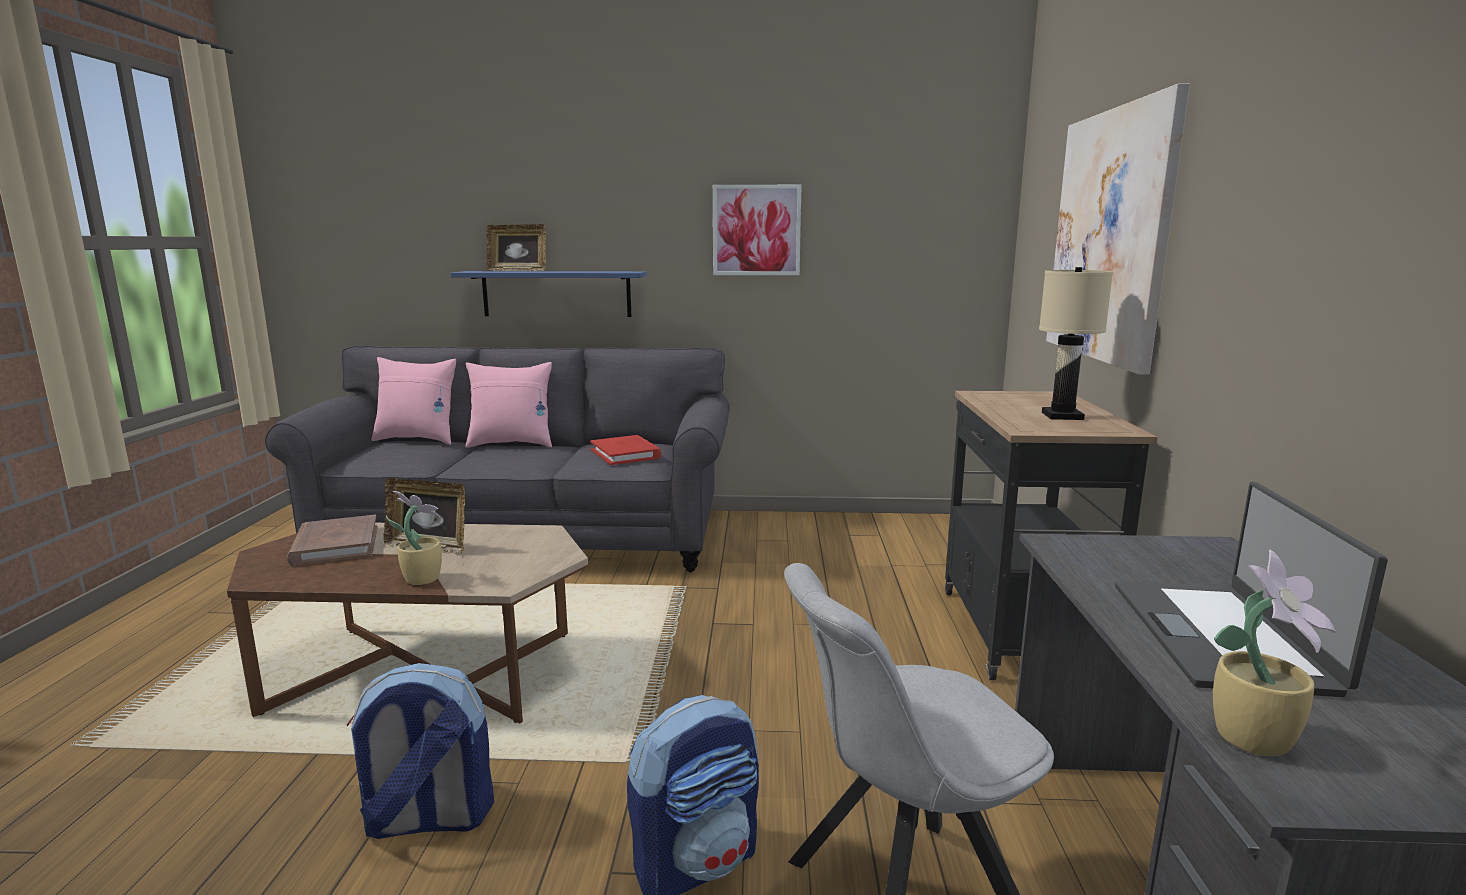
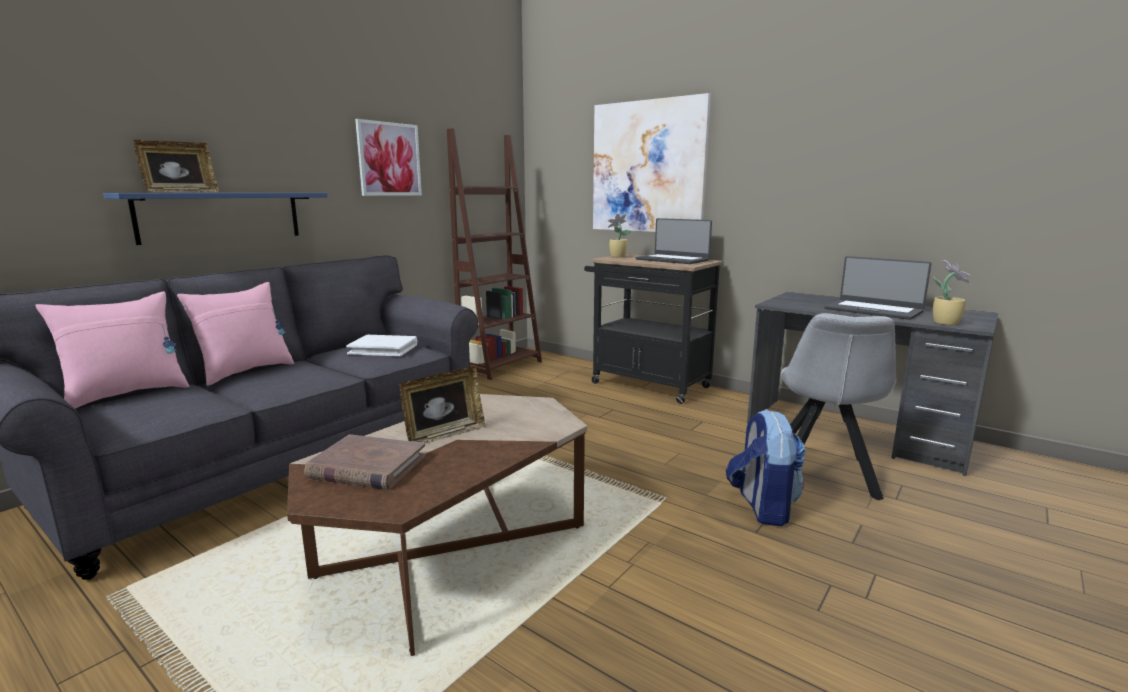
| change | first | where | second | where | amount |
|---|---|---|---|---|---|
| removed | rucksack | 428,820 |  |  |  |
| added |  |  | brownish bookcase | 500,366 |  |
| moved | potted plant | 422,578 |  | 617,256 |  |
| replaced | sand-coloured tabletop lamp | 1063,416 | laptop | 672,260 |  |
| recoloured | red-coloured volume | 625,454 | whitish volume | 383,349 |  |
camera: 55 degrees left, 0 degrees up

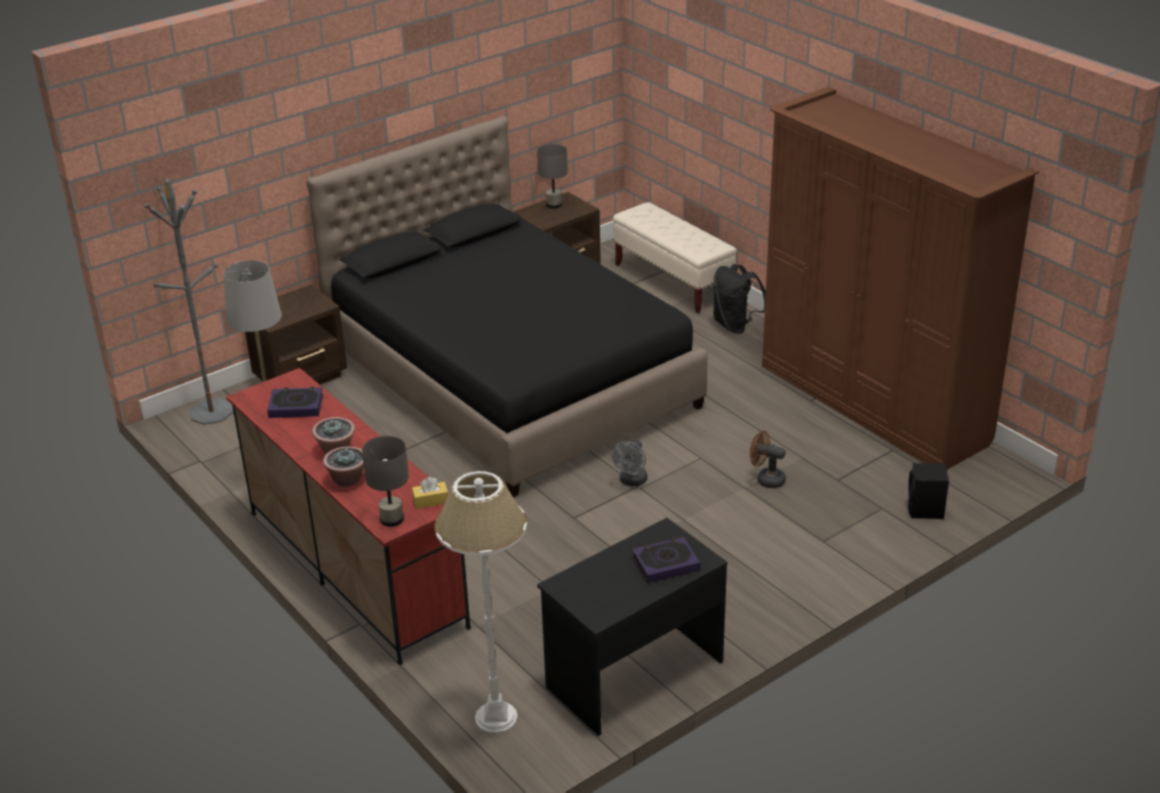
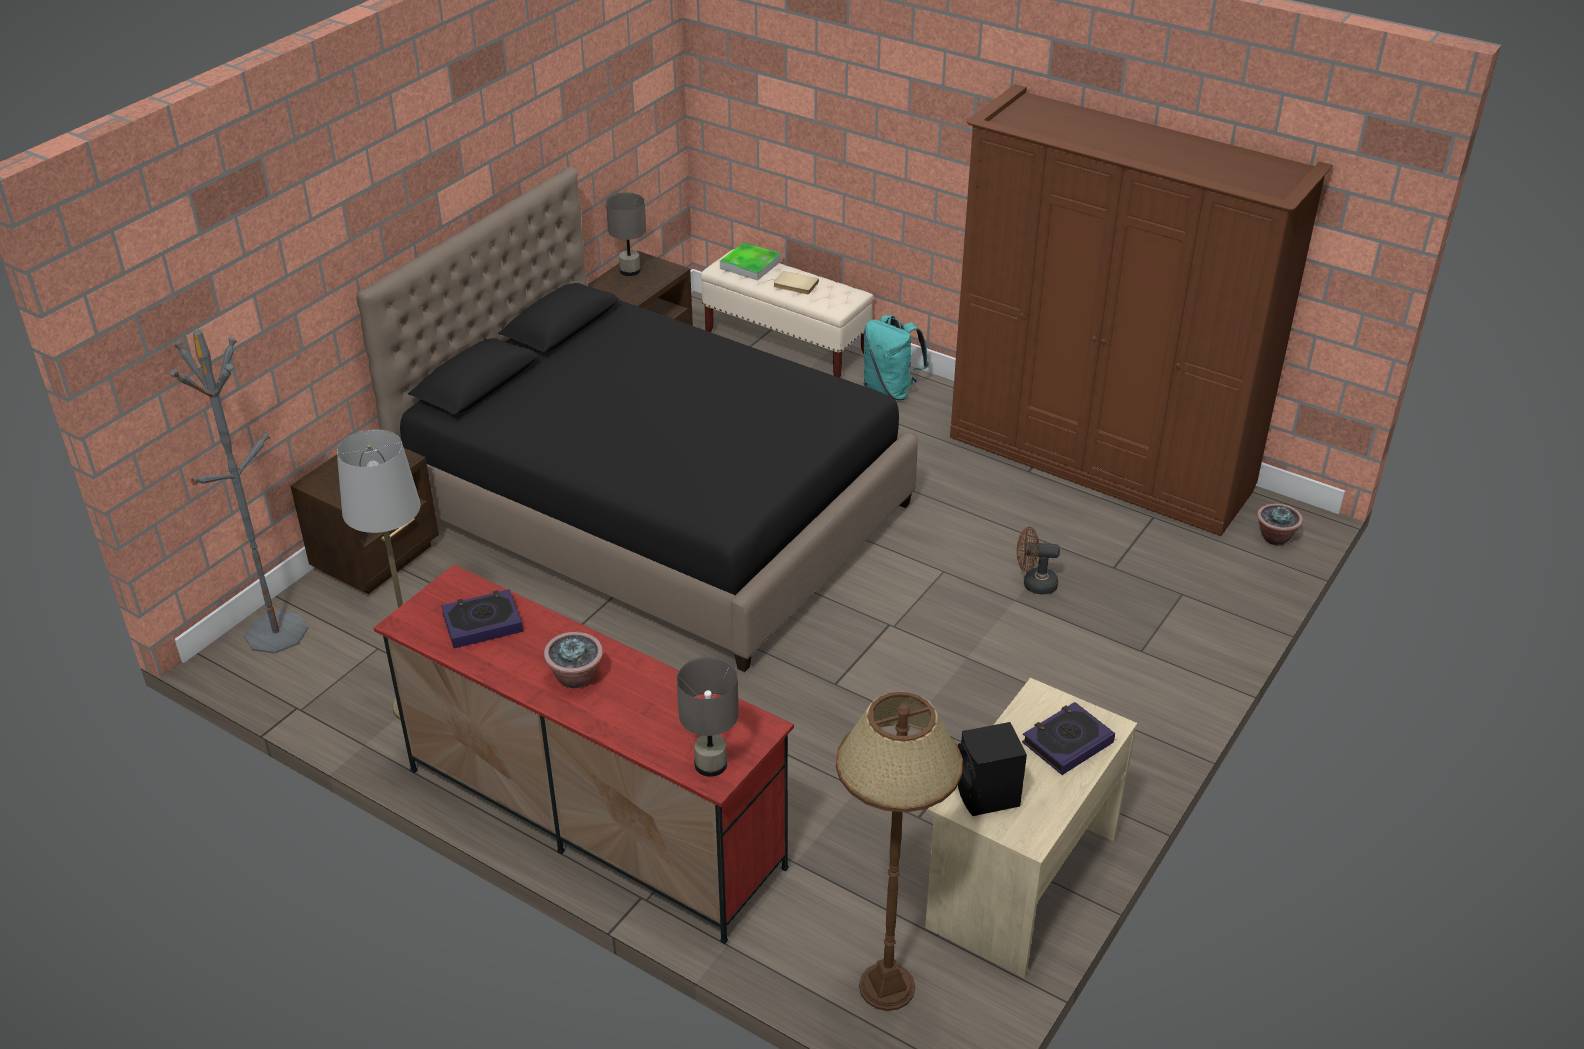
| change | first | where | second | where | amount |
|---|---|---|---|---|---|
| removed | yellow-coloured box of tissues | 430,501 |  |  |  |
| removed | greyish fan | 631,481 |  |  |  |
| added |  |  | serving tray | 750,265 |  |
| added |  |  | sand-coloured volume | 795,285 |  |
| moved | potted plant | 347,480 |  | 1274,538 |  |
| moved | black-coloured speaker | 925,511 |  | 988,797 |  |
| recoloured | whitish standard lamp | 496,718 | brownish standard lamp | 886,987 |  |
| recoloured | black-coloured desk | 633,673 | sand-coloured desk | 1019,881 |  |
| recoloured | black-coloured rucksack | 735,326 | turquoise rucksack | 891,390 |  |
camera: 20 degrees left, 5 degrees up

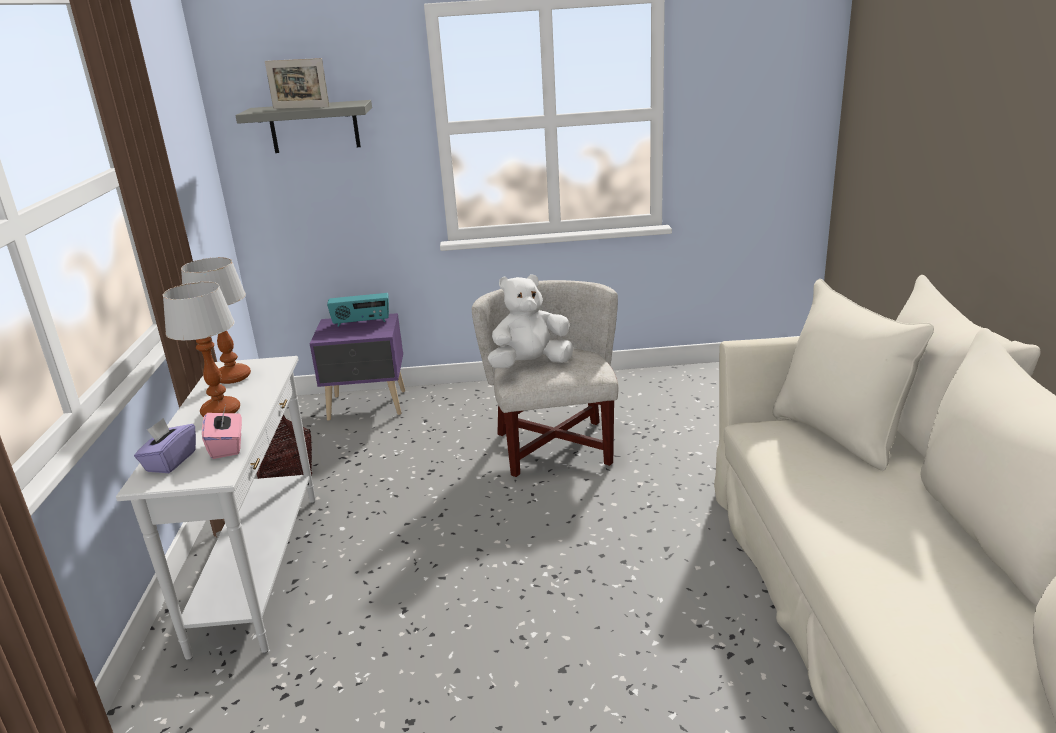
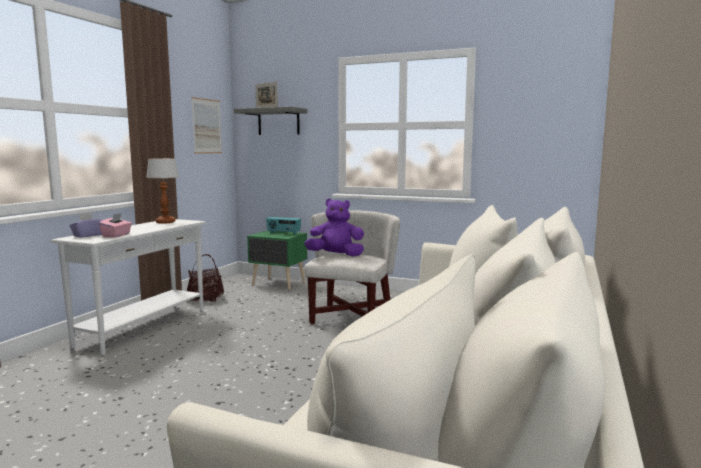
| change | first | where | second | where | amount |
|---|---|---|---|---|---|
| removed | tabletop lamp | 220,412 |  |  |  |
| added |  |  | wall picture | 207,126 |  |
| recoloured | purplish nightstand | 368,406 | greenish nightstand | 279,284 |  |
| recoloured | whitish plush toy | 530,365 | purplish plush toy | 336,255 |  |
camera: 25 degrees right, 15 degrees down

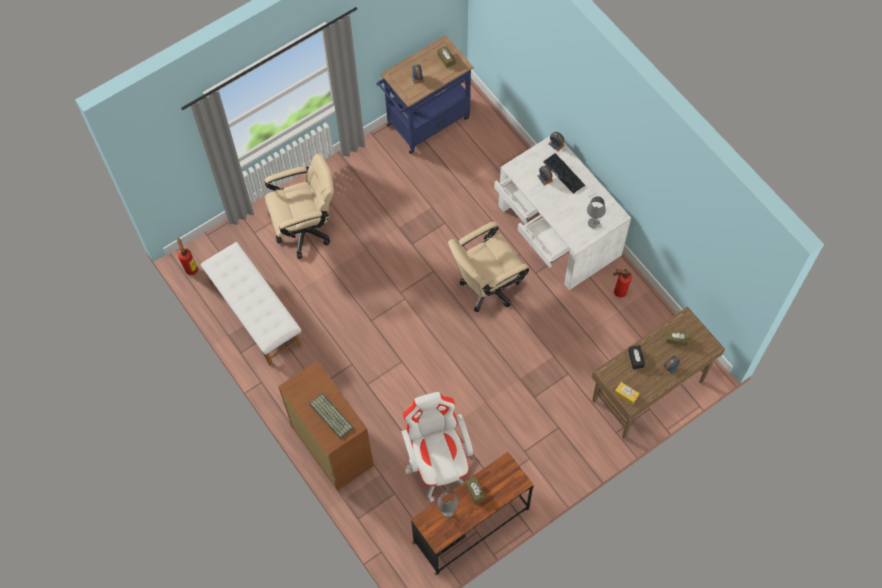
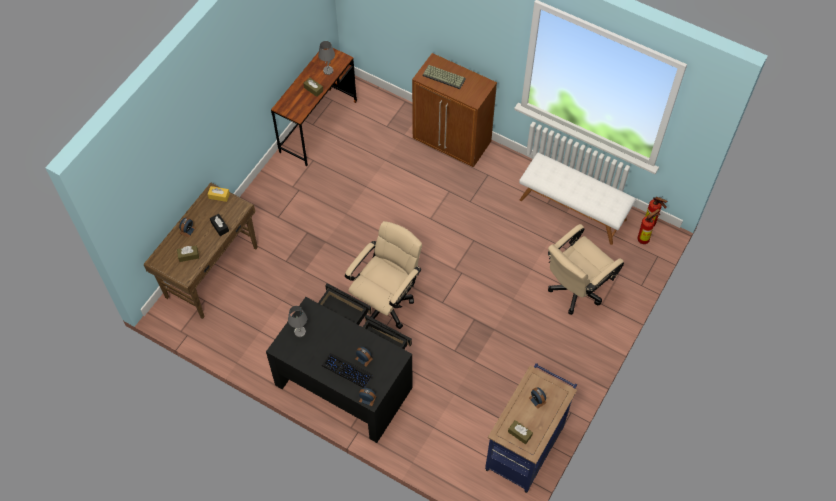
| change | first | where | second | where | amount |
|---|---|---|---|---|---|
| removed | whitish desk chair | 438,464 |  |  |  |
| moved | extinguisher | 618,292 |  | 645,239 |  |
| recoloured | whitish desk | 554,235 | black-coloured desk | 346,380 |  |
camera: 155 degrees right, 5 degrees down

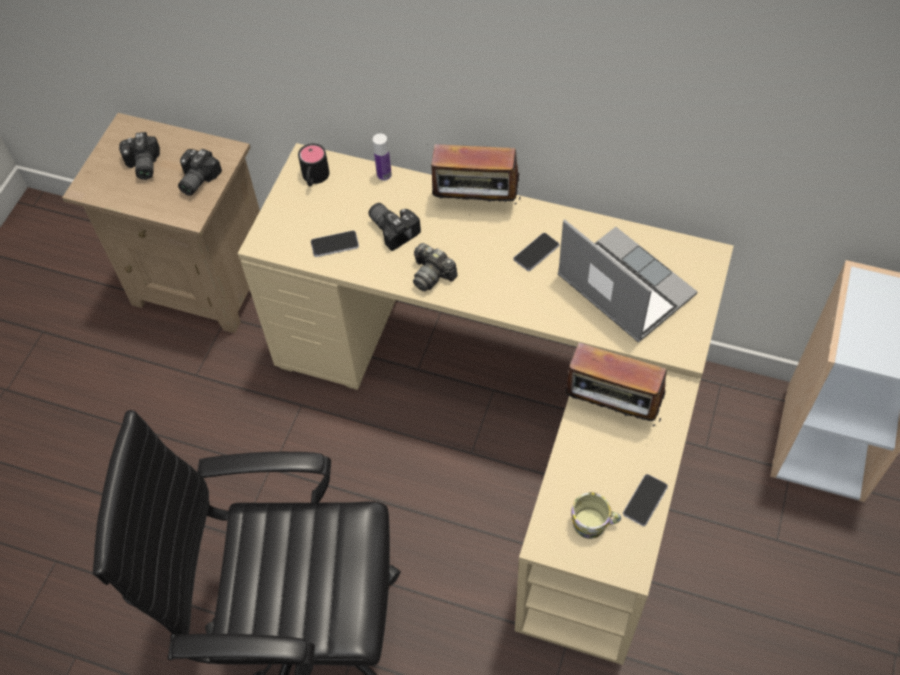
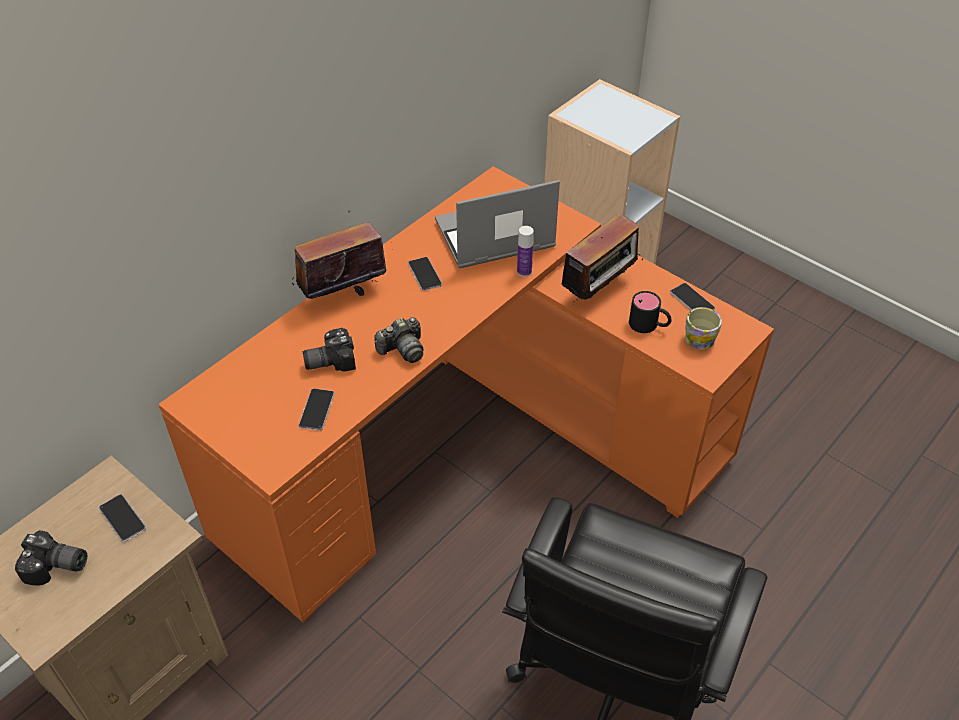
| change | first | where | second | where | amount |
|---|---|---|---|---|---|
| moved | black-coloured mug | 314,178 |  | 649,325 |  |
| moved | bottle | 384,175 |  | 524,271 |  |
| replaced | still camera | 195,180 | phone | 122,518 |  |
| recoloured | sand-coloured desk | 512,415 | orange-coloured desk | 469,446 |  |
| turned | radio | 476,203 |  | 342,295 | 150 degrees counterclockwise |
camera: 70 degrees left, 10 degrees down

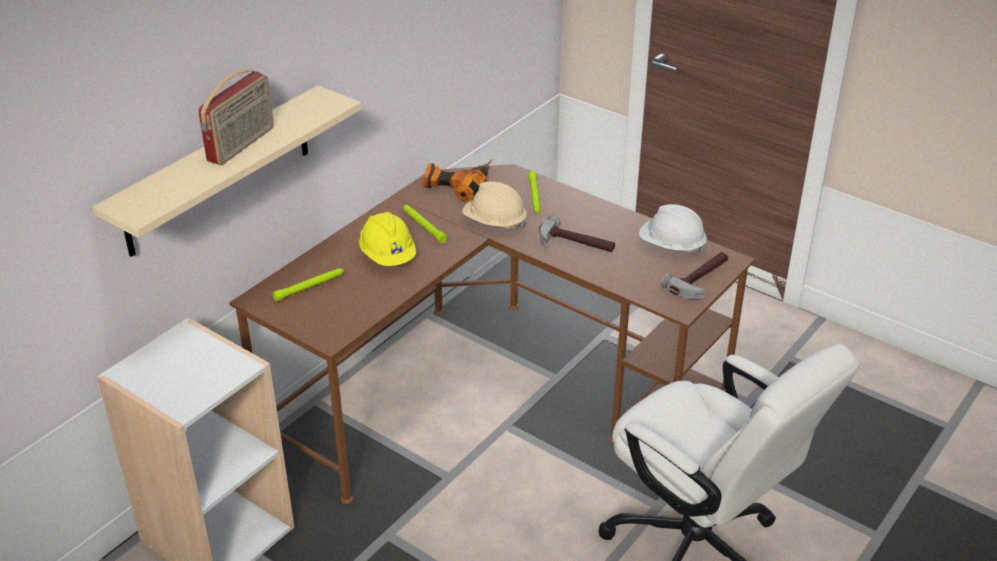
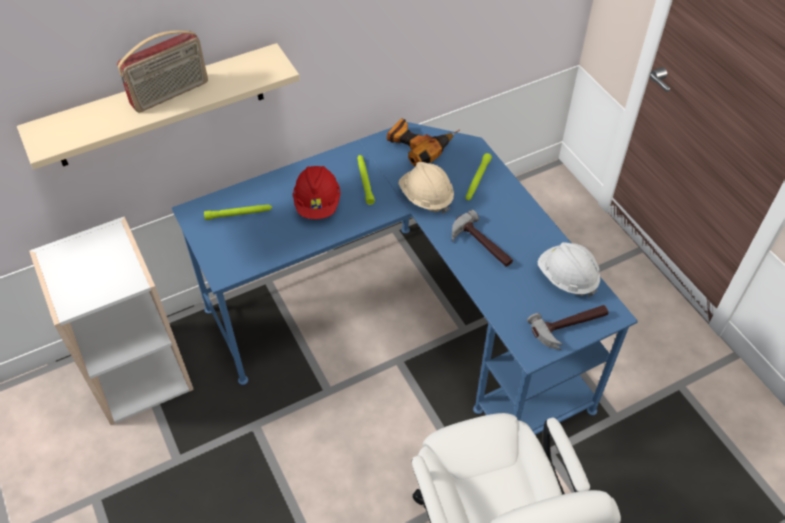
| change | first | where | second | where | amount |
|---|---|---|---|---|---|
| recoloured | brownish desk | 491,390 | blue desk | 405,321 |  |
| recoloured | yellow-coloured safety helmet | 388,256 | red-coloured safety helmet | 317,203 |  |
camera: 25 degrees right, 15 degrees up

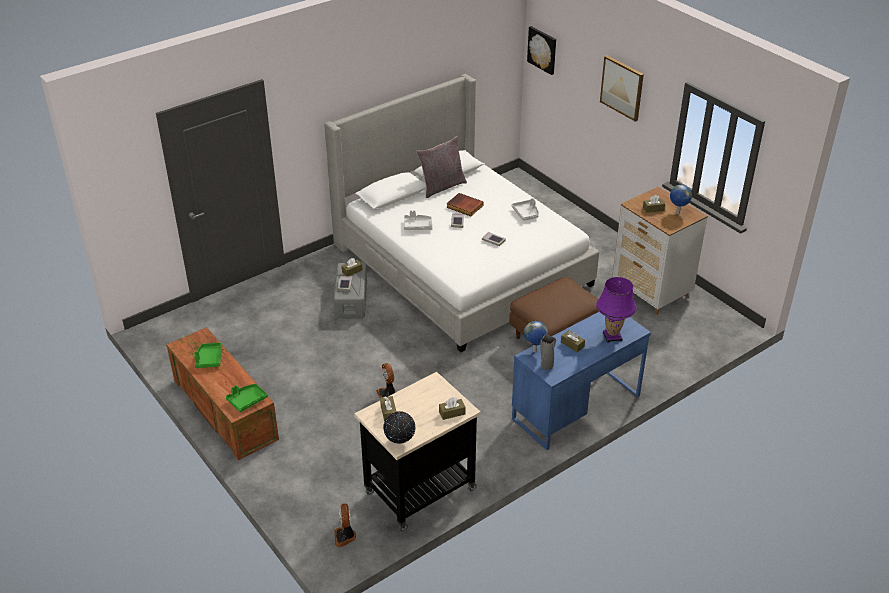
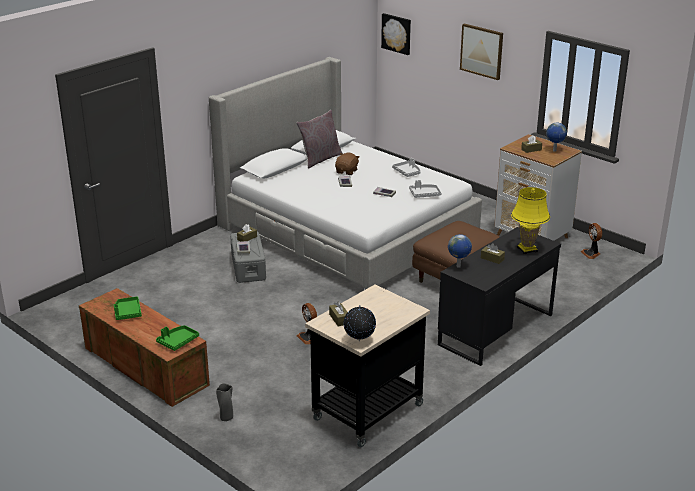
| change | first | where | second | where | amount |
|---|---|---|---|---|---|
| removed | brownish box of tissues | 452,413 |  |  |  |
| moved | fan | 345,536 |  | 591,254 |  |
| moved | greyish serving tray | 417,226 |  | 424,194 |  |
| moved | greyish decorative vase | 546,366 |  | 226,418 |  |
| replaced | volume | 464,206 | brownish plush toy | 347,171 |  |
| recoloured | blue desk | 576,407 | black-coloured desk | 495,329 |  |
| recoloured | purplish tabletop lamp | 612,336 | yellow-coloured tabletop lamp | 527,249 |  |
camera: 10 degrees left, 10 degrees down

